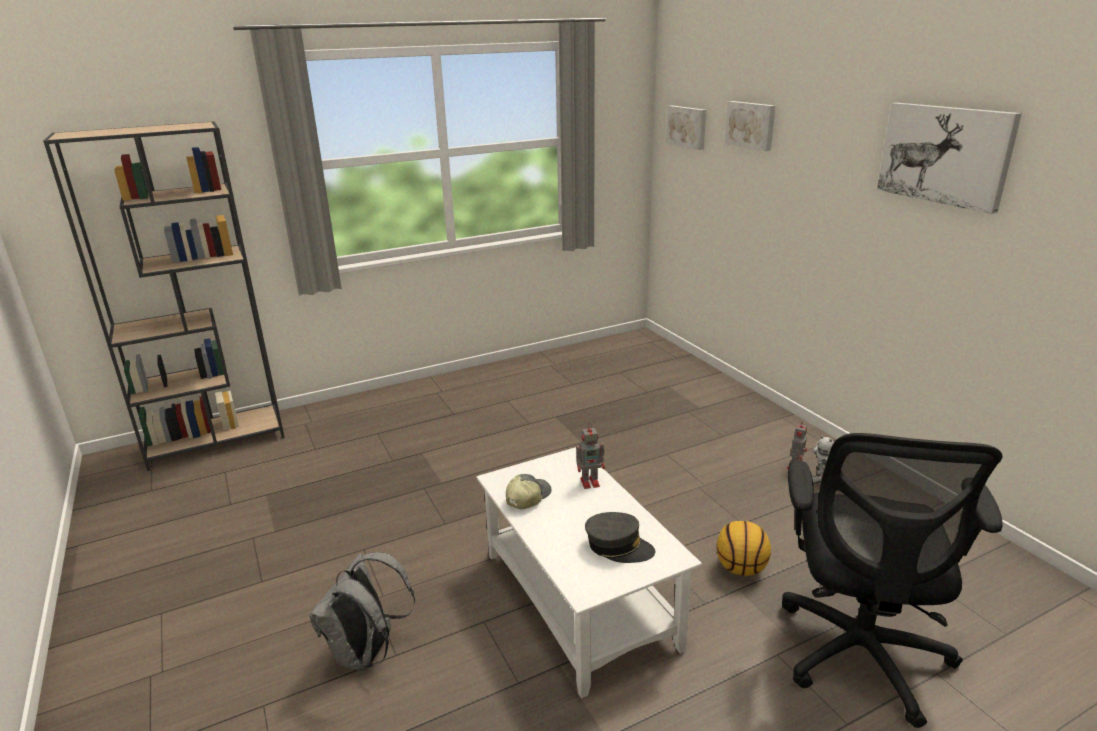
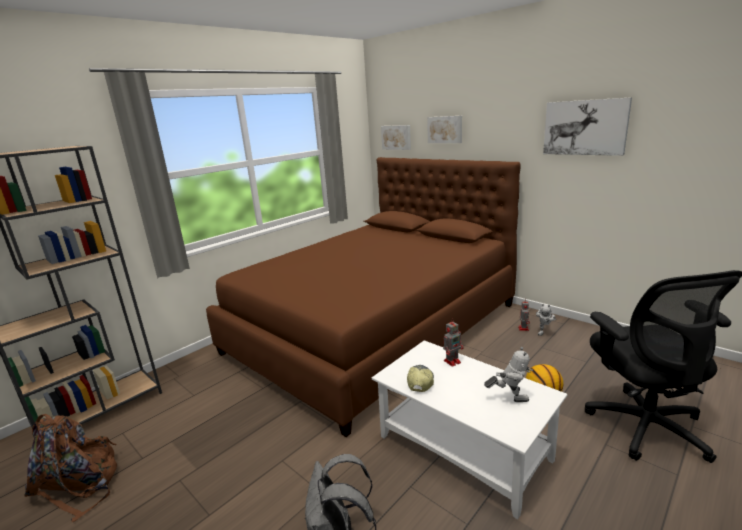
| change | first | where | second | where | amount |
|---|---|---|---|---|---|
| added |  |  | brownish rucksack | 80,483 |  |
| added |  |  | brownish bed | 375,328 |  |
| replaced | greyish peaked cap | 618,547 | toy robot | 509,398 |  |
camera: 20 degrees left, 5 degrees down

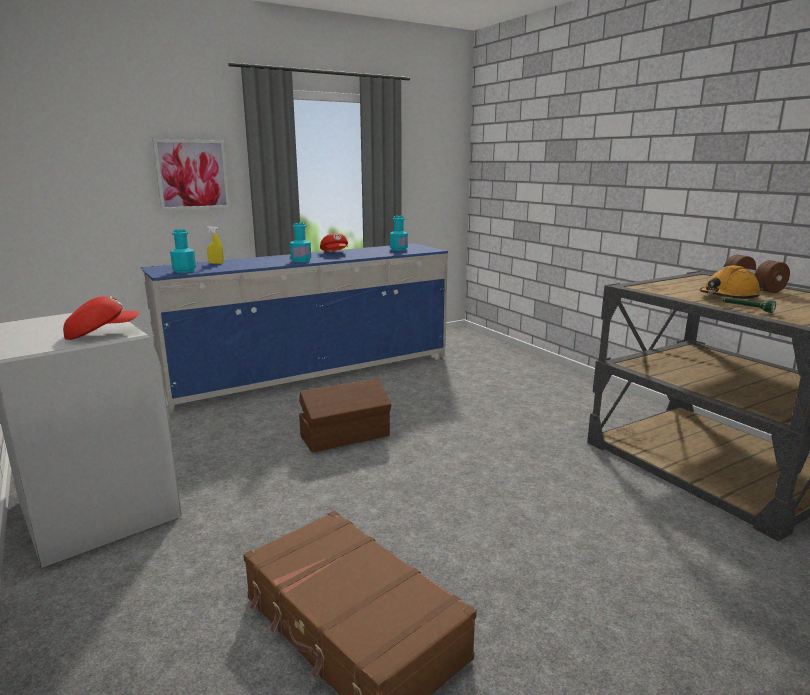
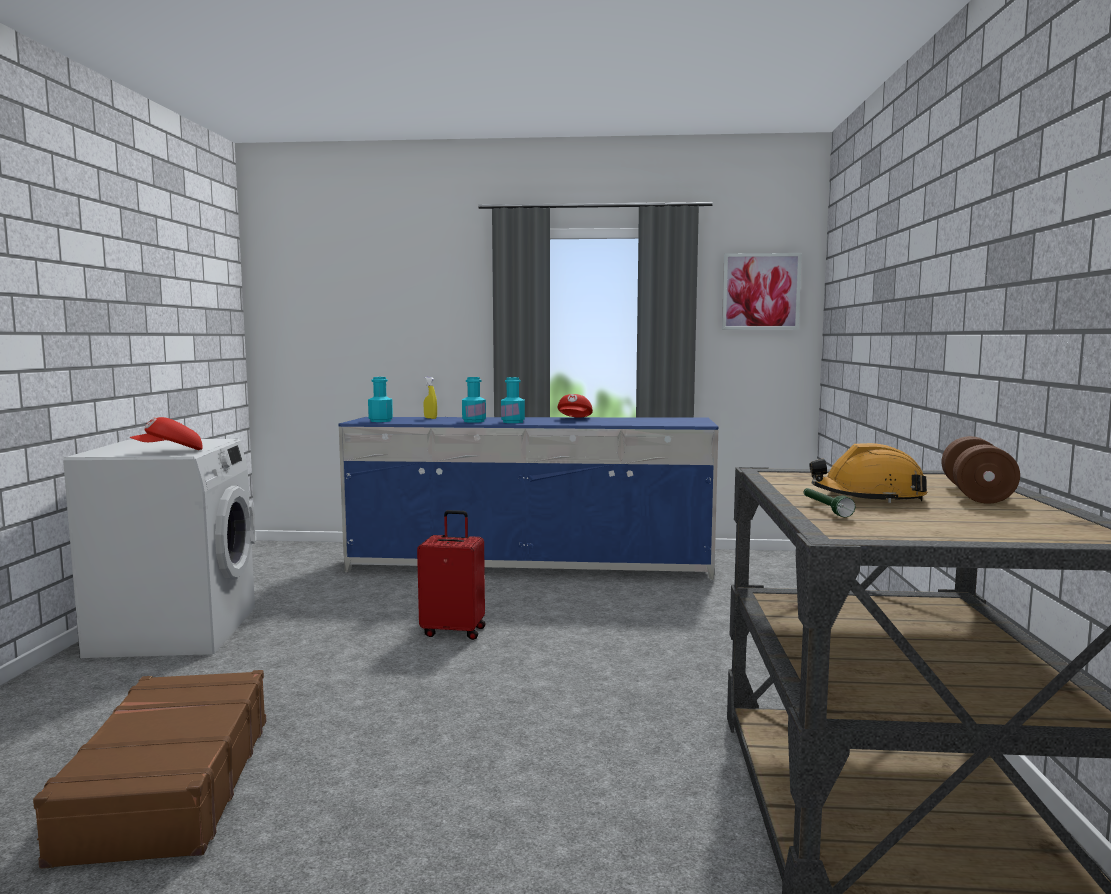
| change | first | where | second | where | amount |
|---|---|---|---|---|---|
| moved | wall picture | 192,174 |  | 761,291 |  |
| moved | turquoise bottle | 398,249 |  | 474,421 |  |
| replaced | brownish storage box | 346,436 | red-coloured piece of luggage | 454,631 |  |
| turned | red-coloured peaked cap | 102,334 |  | 169,452 | 135 degrees clockwise |
camera: 35 degrees right, 10 degrees down

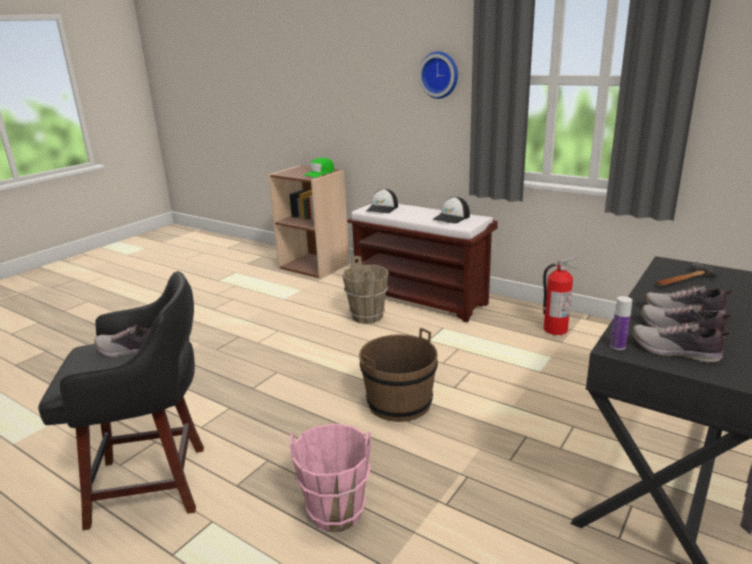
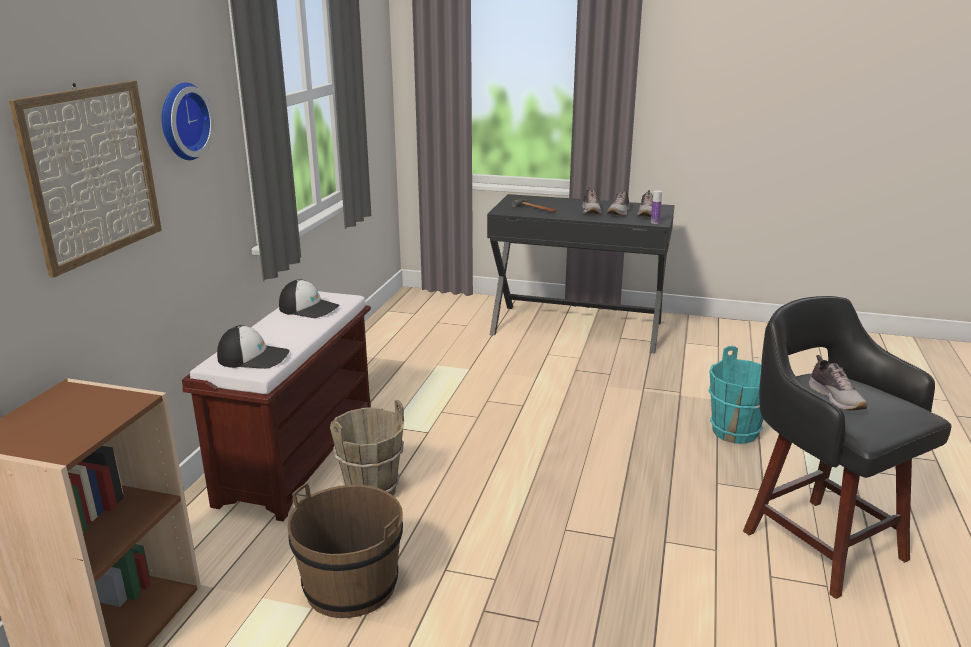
| change | first | where | second | where | amount |
|---|---|---|---|---|---|
| removed | greenish peaked cap | 319,173 |  |  |  |
| removed | extinguisher | 554,329 |  |  |  |
| added |  |  | wall picture | 91,170 |  |
| moved | brownish water bucket | 399,403 |  | 351,585 |  |
| recoloured | pink water bucket | 336,511 | turquoise water bucket | 734,432 |  |
camera: 110 degrees left, 0 degrees up

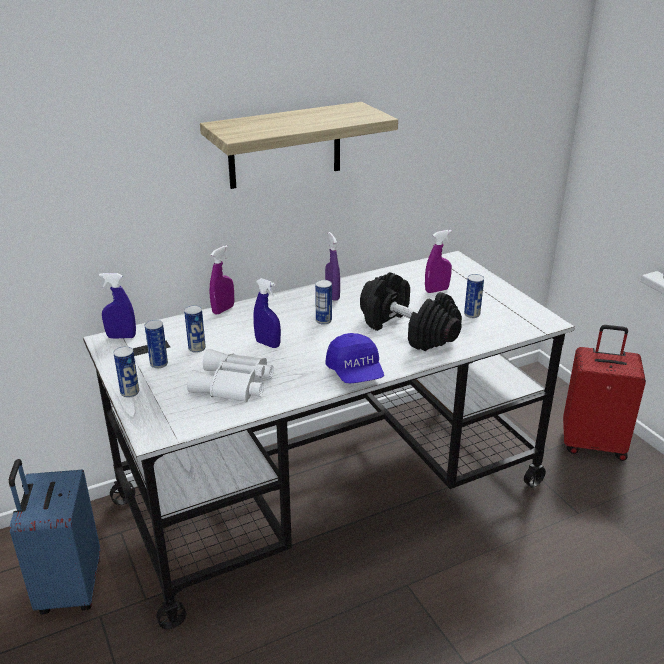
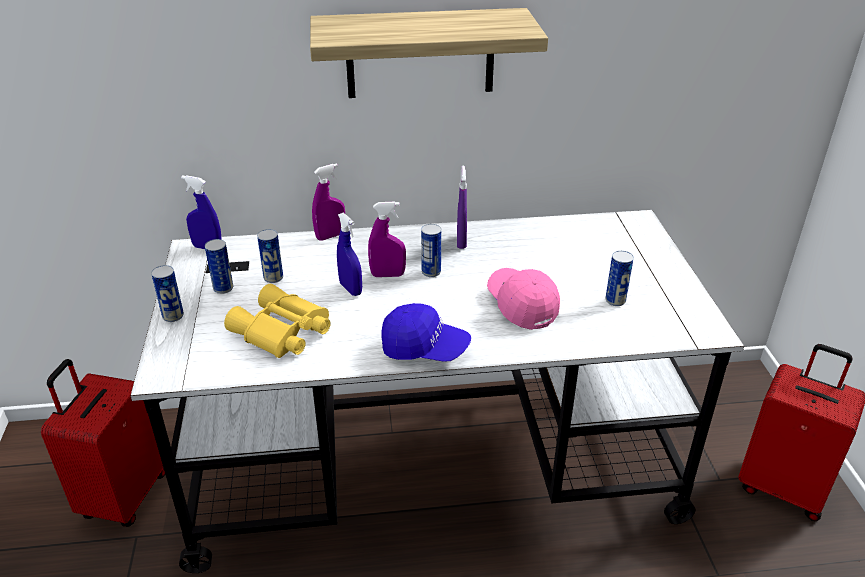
| change | first | where | second | where | amount |
|---|---|---|---|---|---|
| moved | purplish spray bottle | 437,290 |  | 388,275 |  |
| replaced | black-coloured hand weight | 407,330 | pink peaked cap | 521,305 |  |
| recoloured | blue piece of luggage | 68,588 | red-coloured piece of luggage | 123,496 |  |
| recoloured | whitish field glasses | 233,385 | yellow-coloured field glasses | 281,332 |  |
| turned | blue peaked cap | 355,373 |  | 424,348 | 75 degrees counterclockwise |
camera: 20 degrees right, 5 degrees up

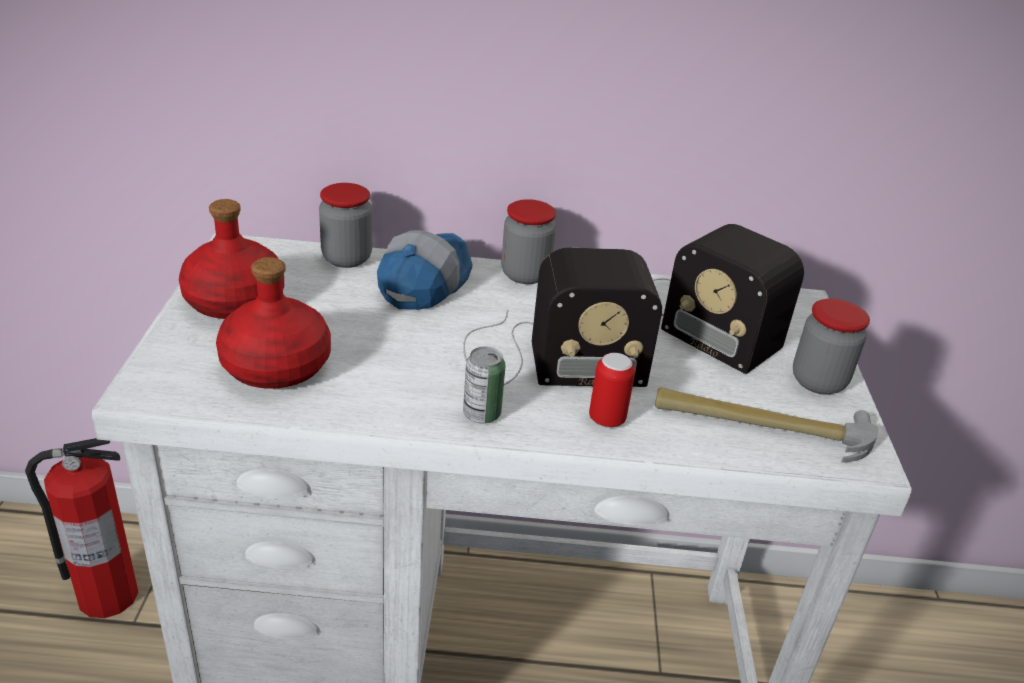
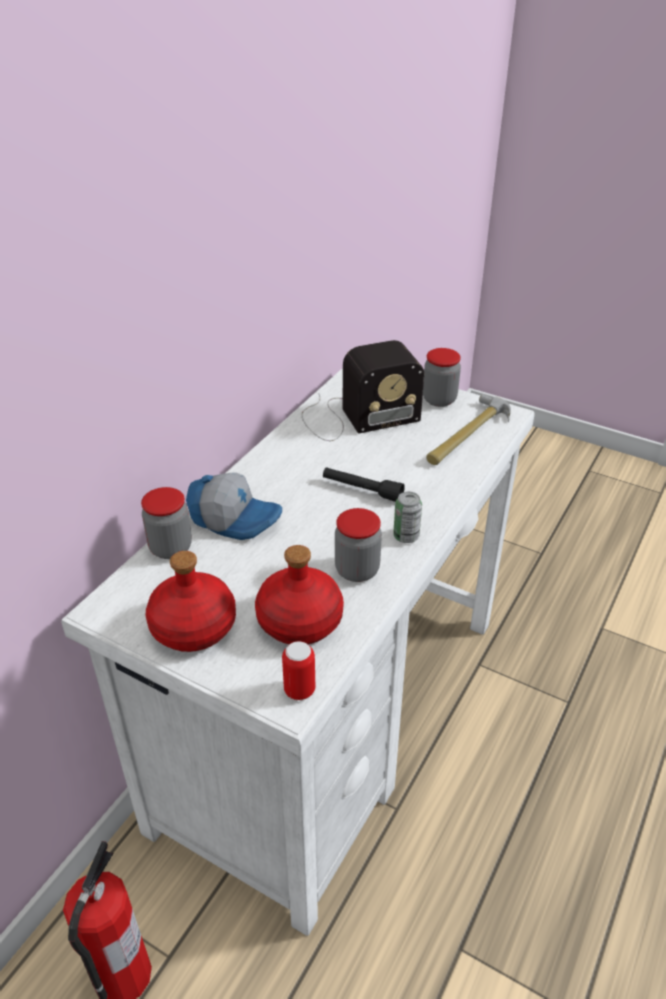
| change | first | where | second | where | amount |
|---|---|---|---|---|---|
| moved | storage jar | 525,274 |  | 357,570 |  |
| moved | metal can | 606,419 |  | 299,690 |  |
| replaced | radio | 546,358 | black-coloured torch | 362,490 |  |
| turned | peaked cap | 423,282 |  | 235,517 | 150 degrees clockwise |
camera: 60 degrees left, 5 degrees up

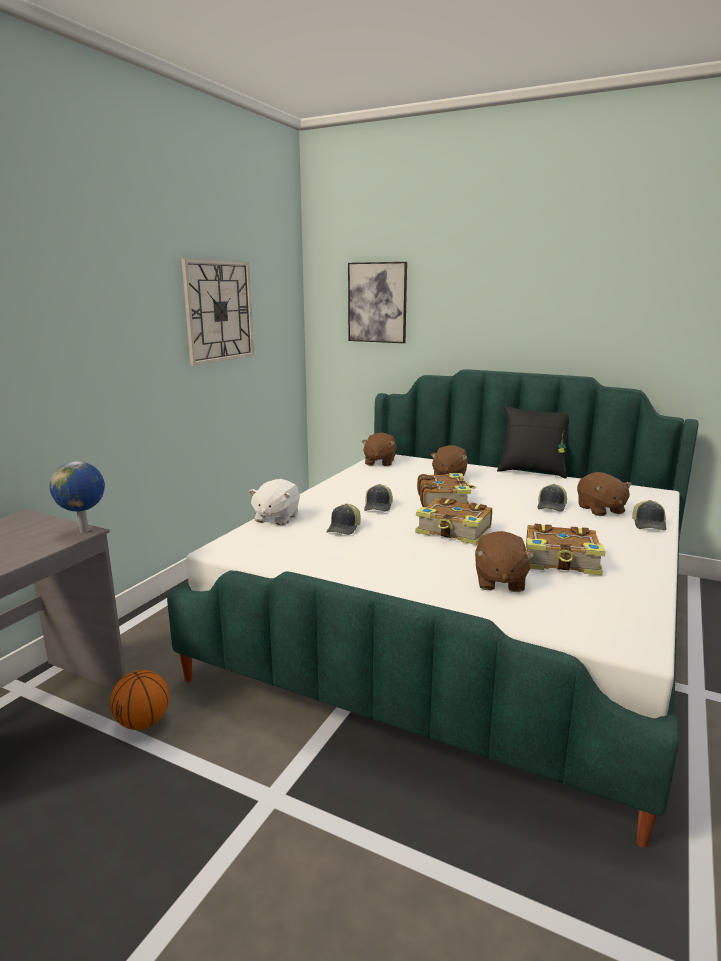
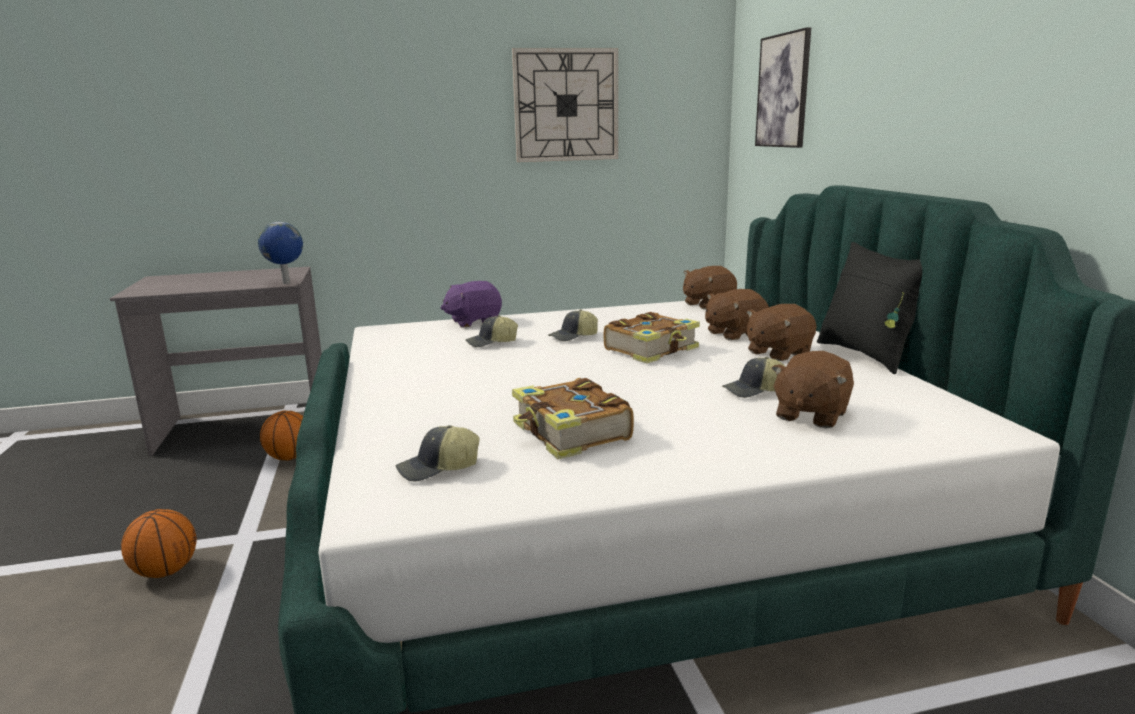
| change | first | where | second | where | amount |
|---|---|---|---|---|---|
| removed | volume | 454,531 |  |  |  |
| added |  |  | basketball | 165,571 |  |
| moved | brownish plush toy | 499,581 |  | 778,353 |  |
| moved | peaked cap | 649,524 |  | 438,469 |  |
| recoloured | whitish plush toy | 276,518 | purplish plush toy | 473,322 |  |
camera: 50 degrees right, 0 degrees up

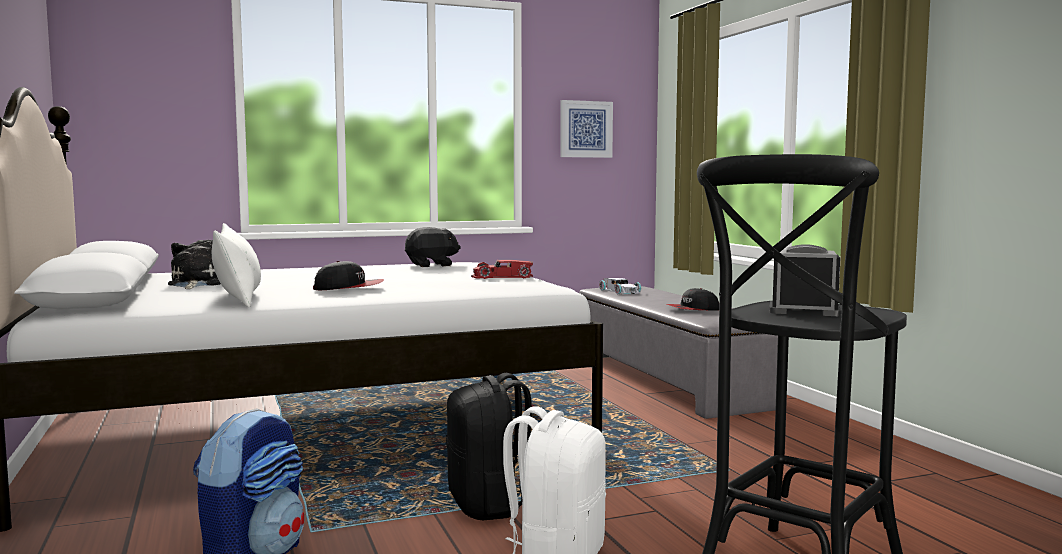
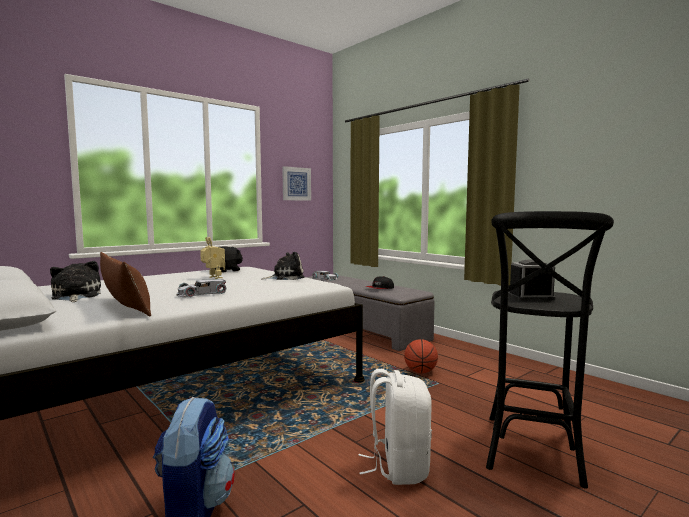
| change | first | where | second | where | amount |
|---|---|---|---|---|---|
| removed | black-coloured rucksack | 489,505 |  |  |  |
| added |  |  | toy robot | 213,278 |  |
| added |  |  | basketball | 420,372 |  |
| replaced | peaked cap | 349,288 | whitish miniature car | 201,293 |  |
| replaced | red-coloured miniature car | 502,276 | plush toy | 285,277 |  |
| recoloured | whitish throw pillow | 238,296 | brownish throw pillow | 126,306 |  |
camera: 20 degrees left, 0 degrees up

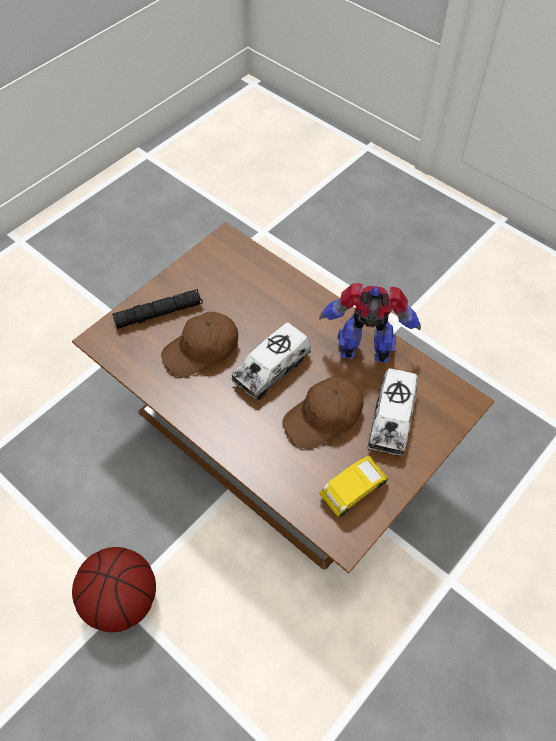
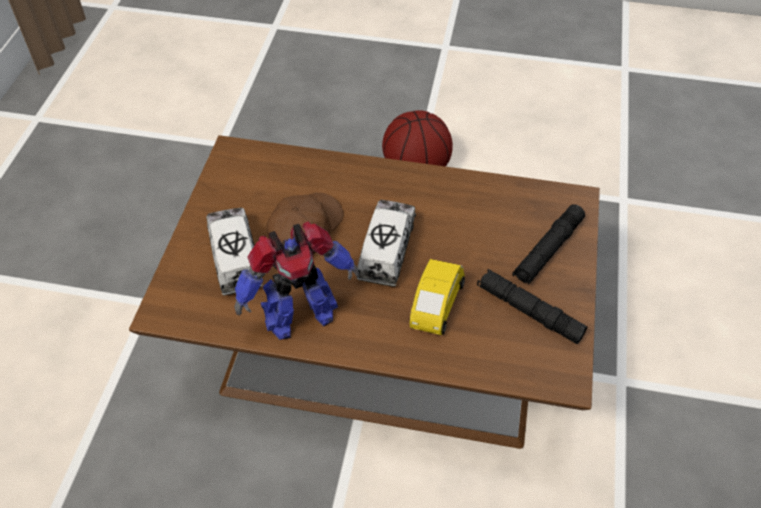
| change | first | where | second | where | amount |
|---|---|---|---|---|---|
| removed | brownish peaked cap | 201,350 |  |  |  |
| added |  |  | black-coloured torch | 529,311 |  |
| moved | yellow-coloured miniature car | 353,491 |  | 435,306 |  |
camera: 150 degrees right, 5 degrees down

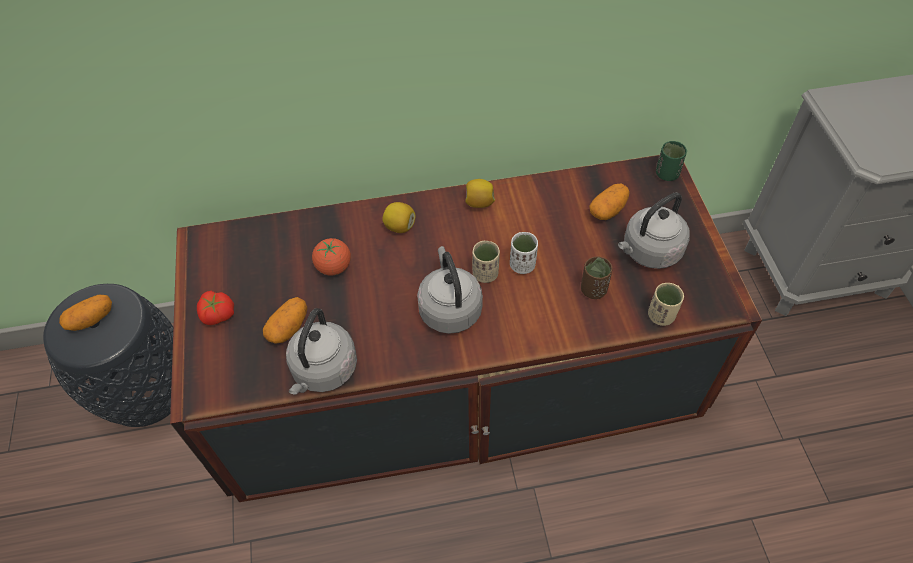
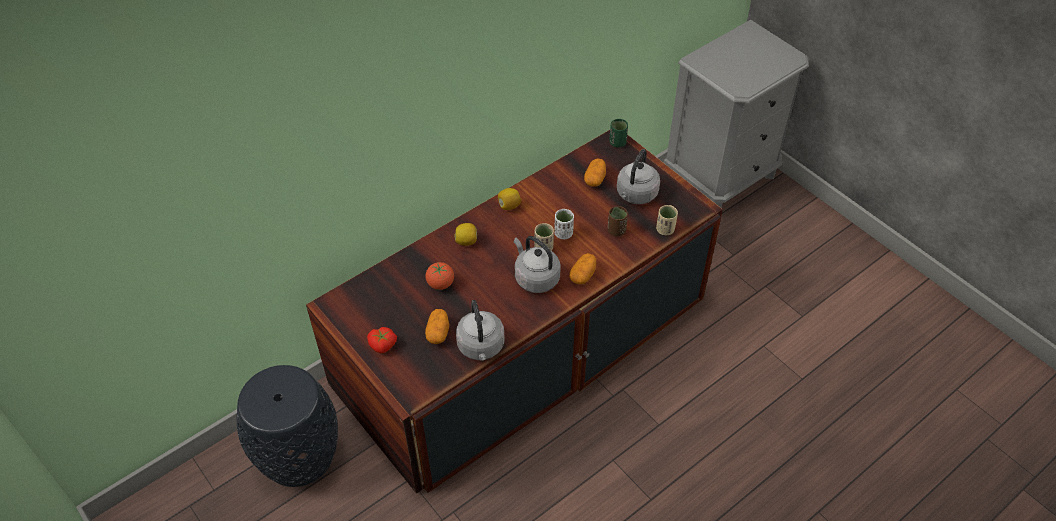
| change | first | where | second | where | amount |
|---|---|---|---|---|---|
| moved | whole potato | 91,319 |  | 583,275 |  |
camera: 30 degrees left, 5 degrees down

